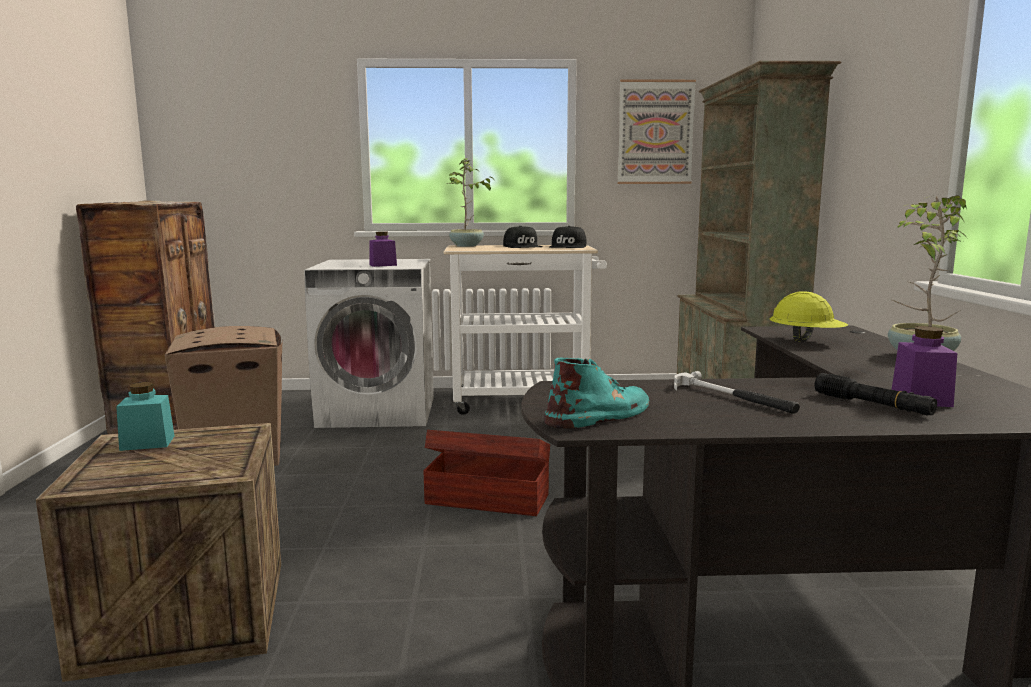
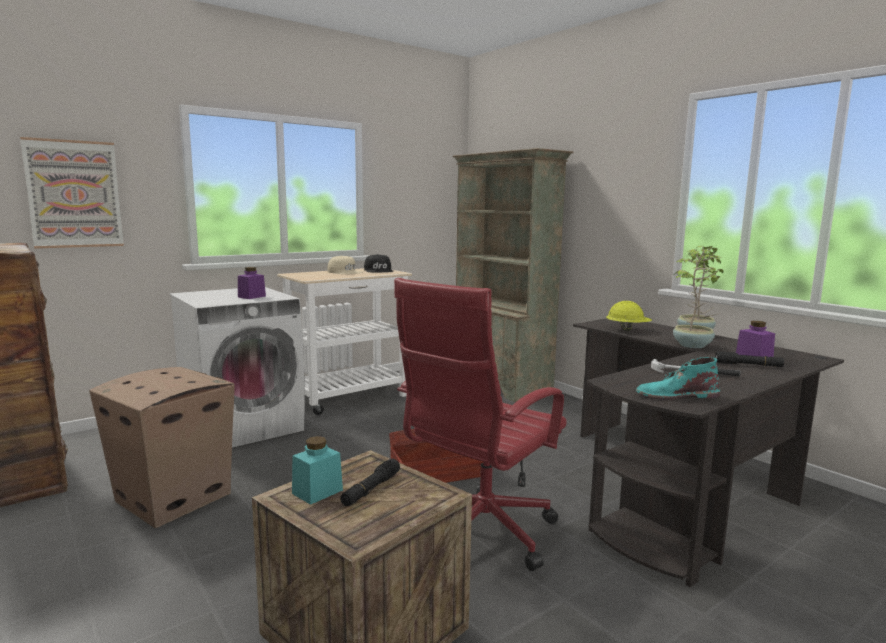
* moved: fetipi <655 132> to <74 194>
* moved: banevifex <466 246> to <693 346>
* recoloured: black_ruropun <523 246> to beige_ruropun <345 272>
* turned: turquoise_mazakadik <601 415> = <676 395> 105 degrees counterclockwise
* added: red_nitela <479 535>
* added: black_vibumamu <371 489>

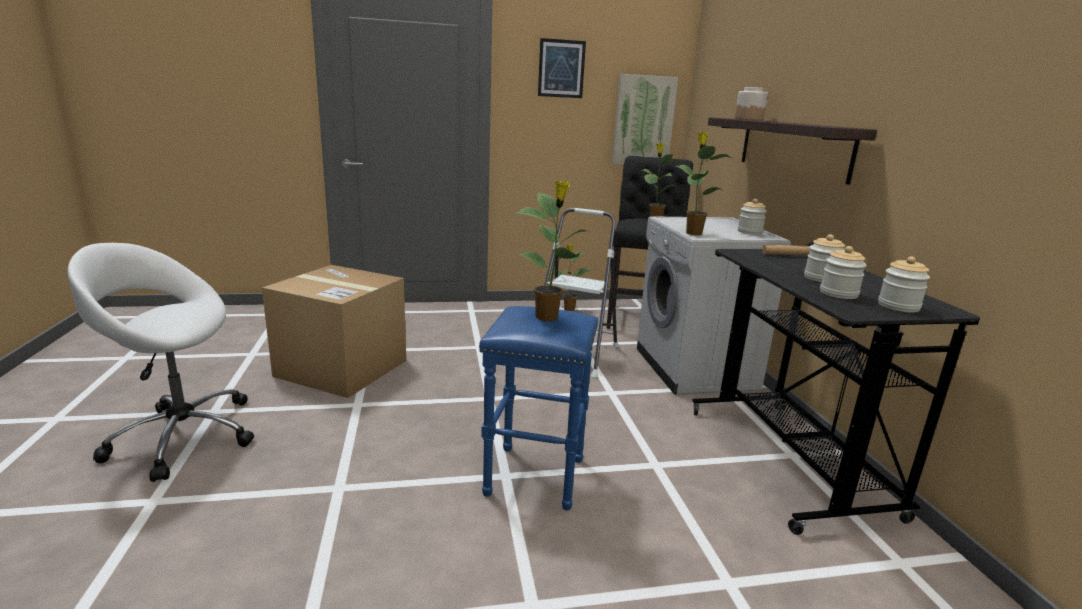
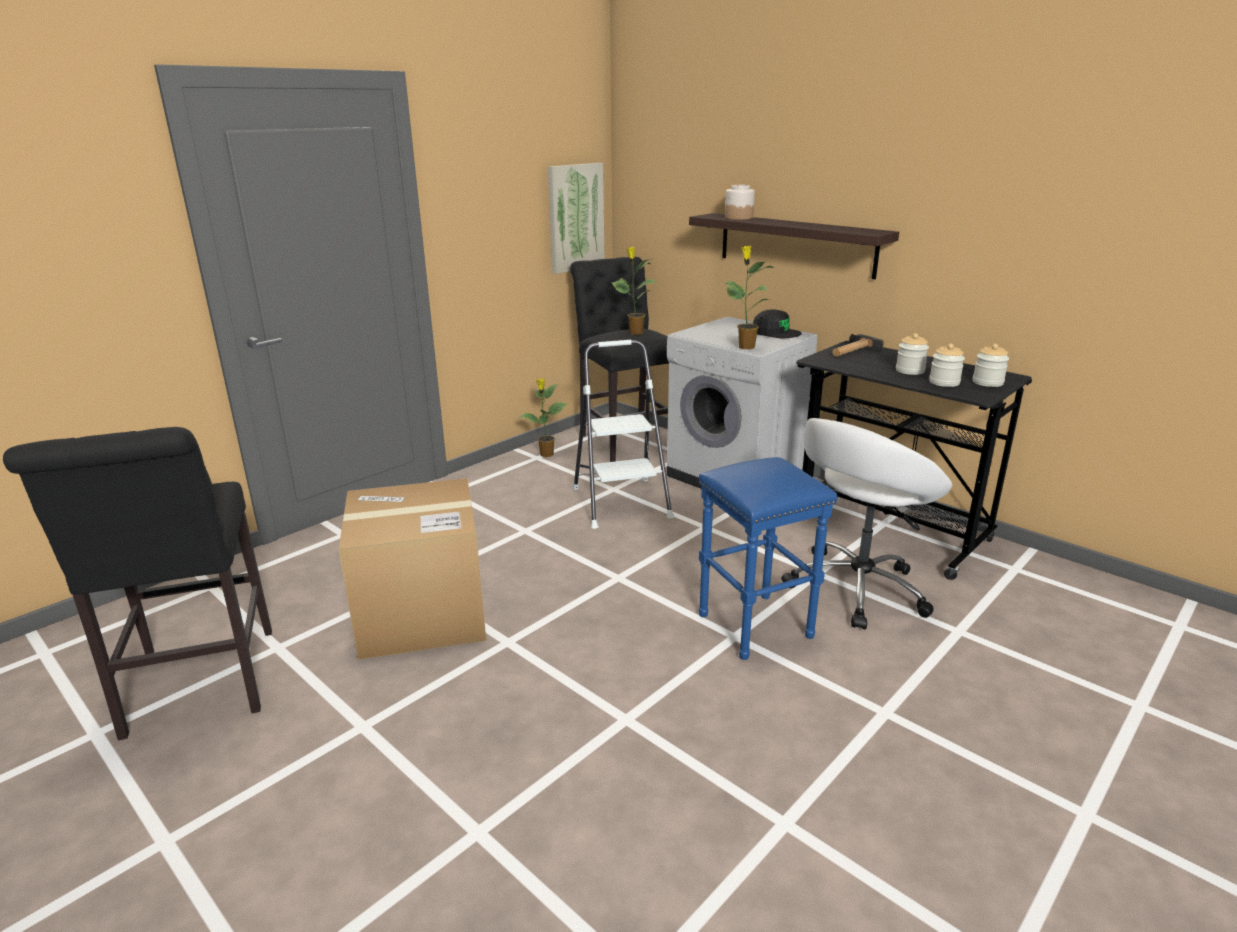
* removed: fetipi <561 68>
* removed: banevifex <548 317>
* replaced: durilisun <749 232> to black_ruropun <775 332>
* moved: white_nitela <181 437> to <855 590>
* added: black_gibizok <198 688>

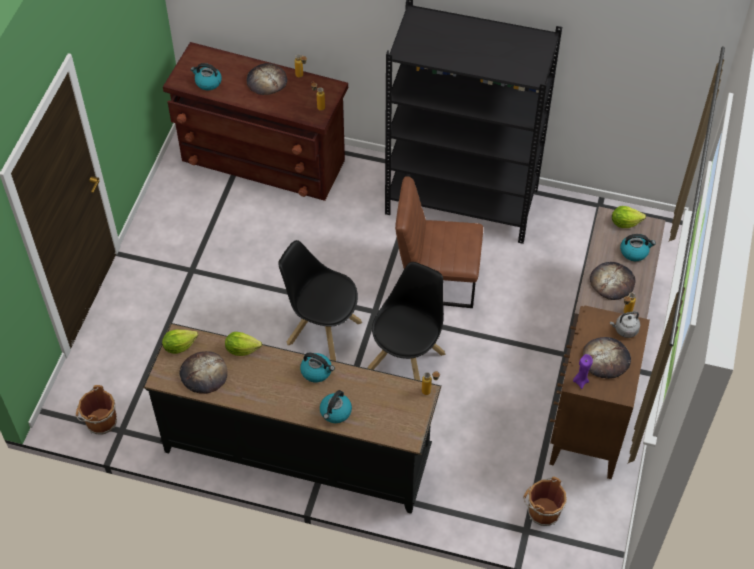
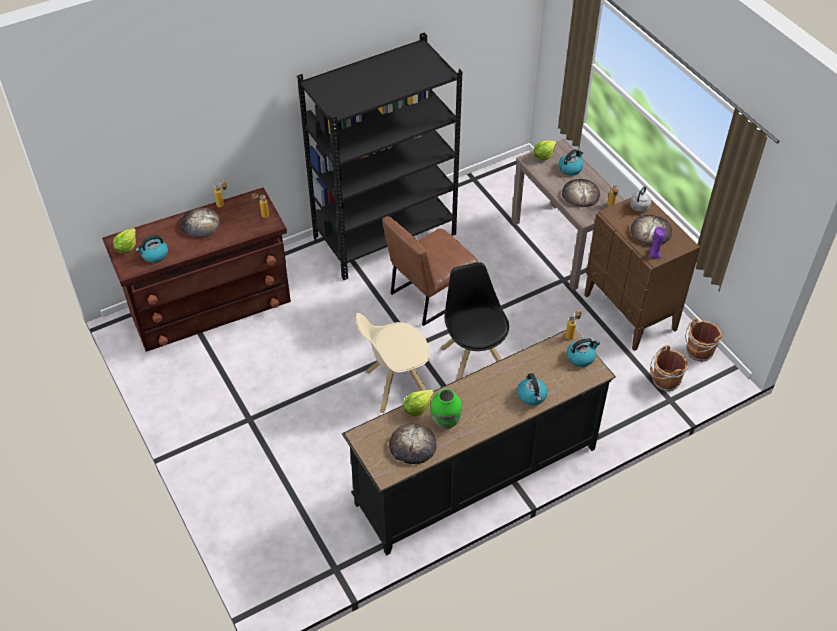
* recoloured: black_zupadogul <322 331> to beige_zupadogul <395 385>
* moved: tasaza <179 346> to <126 247>
* moved: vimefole <317 371> to <581 357>
* moved: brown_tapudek <100 422> to <698 352>
* added: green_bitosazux <445 421>

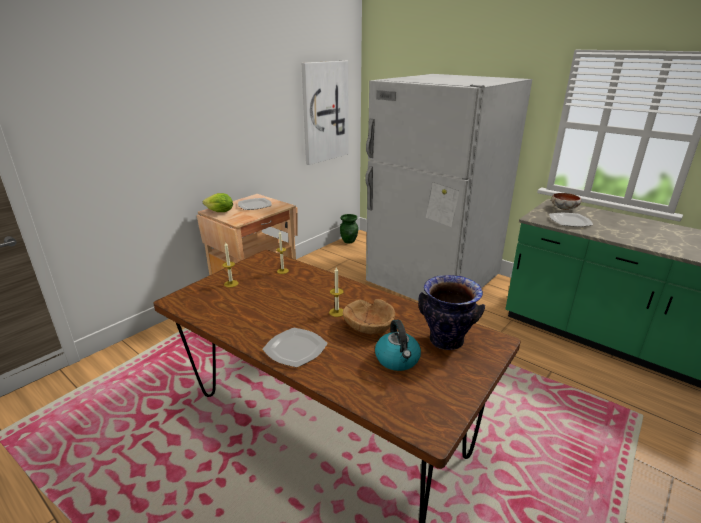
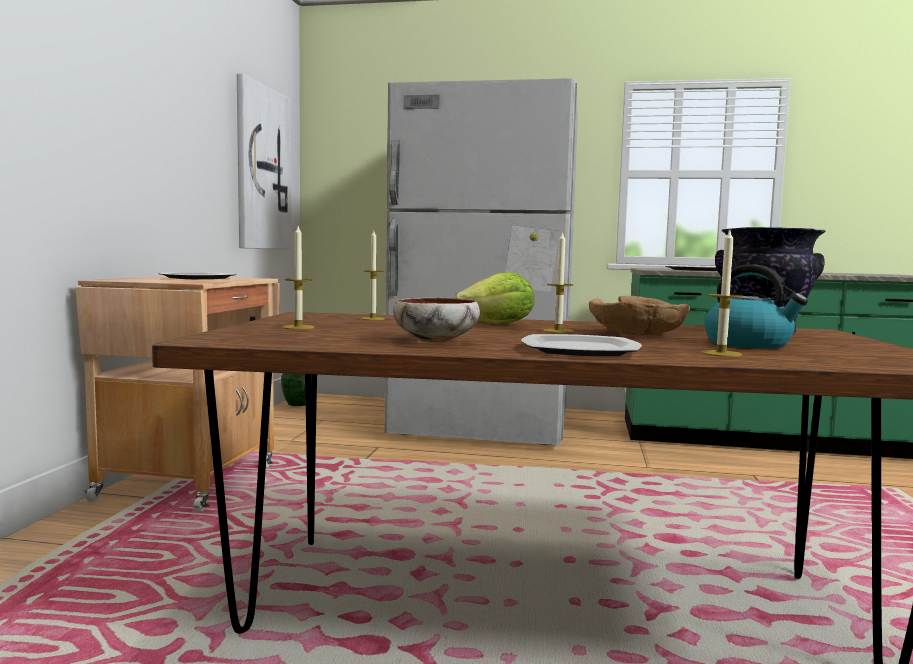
* moved: tasaza <220 212> to <498 324>
* moved: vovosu <564 208> to <437 341>
* added: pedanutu <721 353>

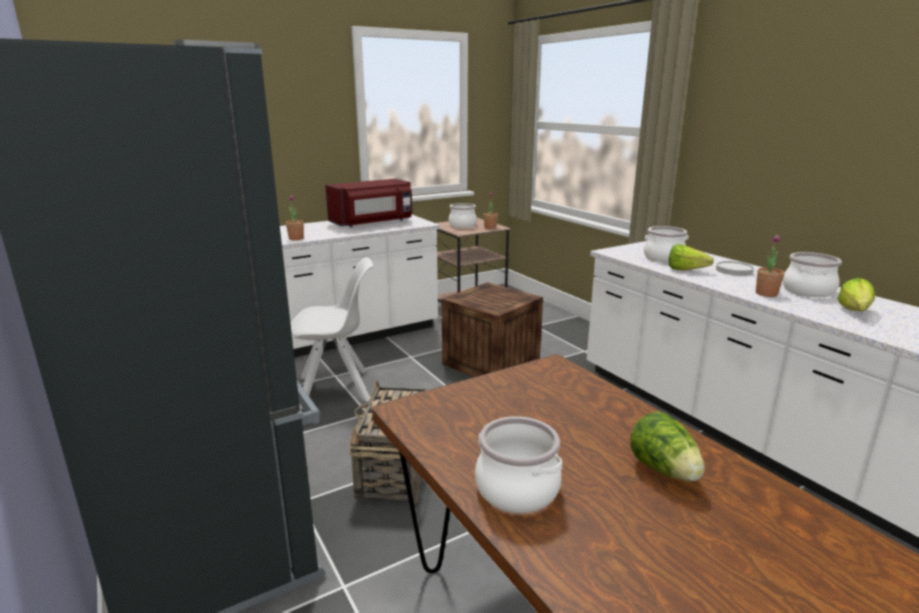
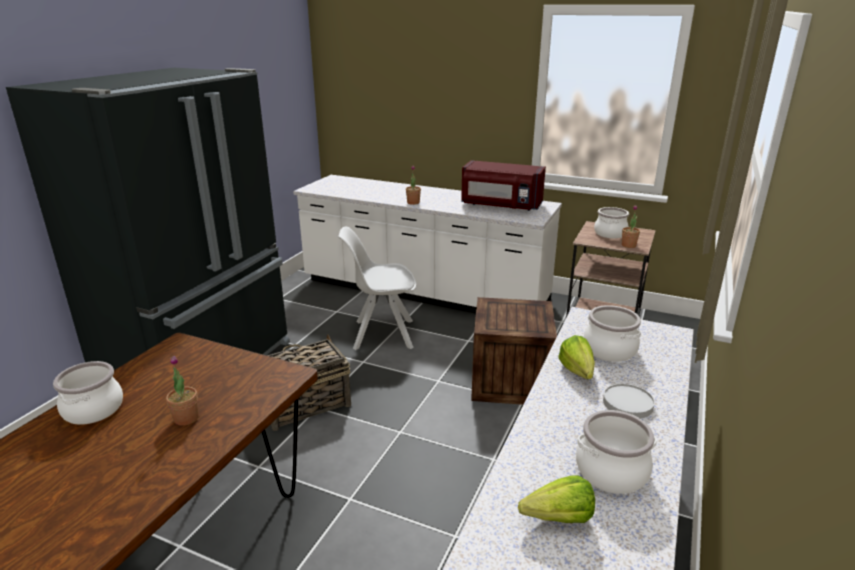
* moved: banevifex <766 294> to <186 418>
* turned: white_zupadogul <336 388> = <382 334> 135 degrees clockwise
* removed: tasaza <664 470>

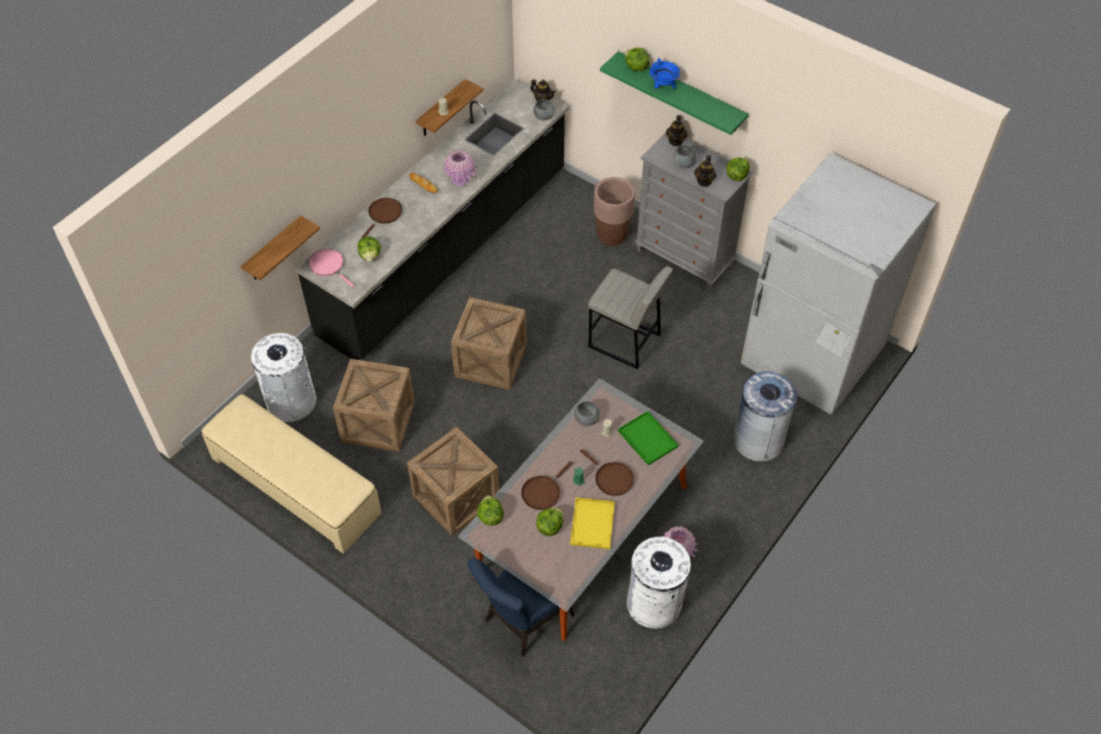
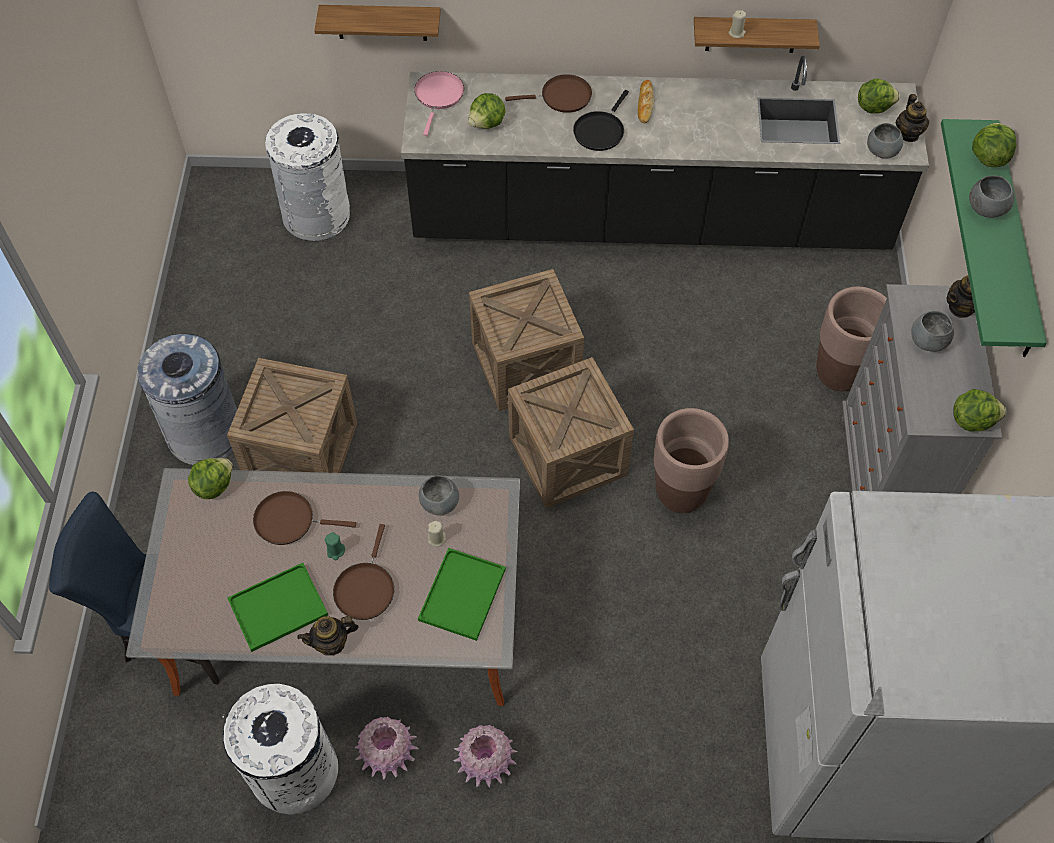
* replaced: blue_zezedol <663 86> to grey_vovosu <985 208>
* moved: pink_bitosazux <460 180> to <486 763>
* moved: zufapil <704 181> to <331 643>
* replaced: grey_zupadogul <626 341> to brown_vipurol <680 493>
* moved: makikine <378 422> to <567 455>
* moved: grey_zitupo <758 440> to <205 433>
* removed: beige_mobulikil <294 485>
* recoloured: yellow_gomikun <593 525> to green_gomikun <276 609>
* moved: tasaza <549 527> to <873 107>
* added: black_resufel <600 131>

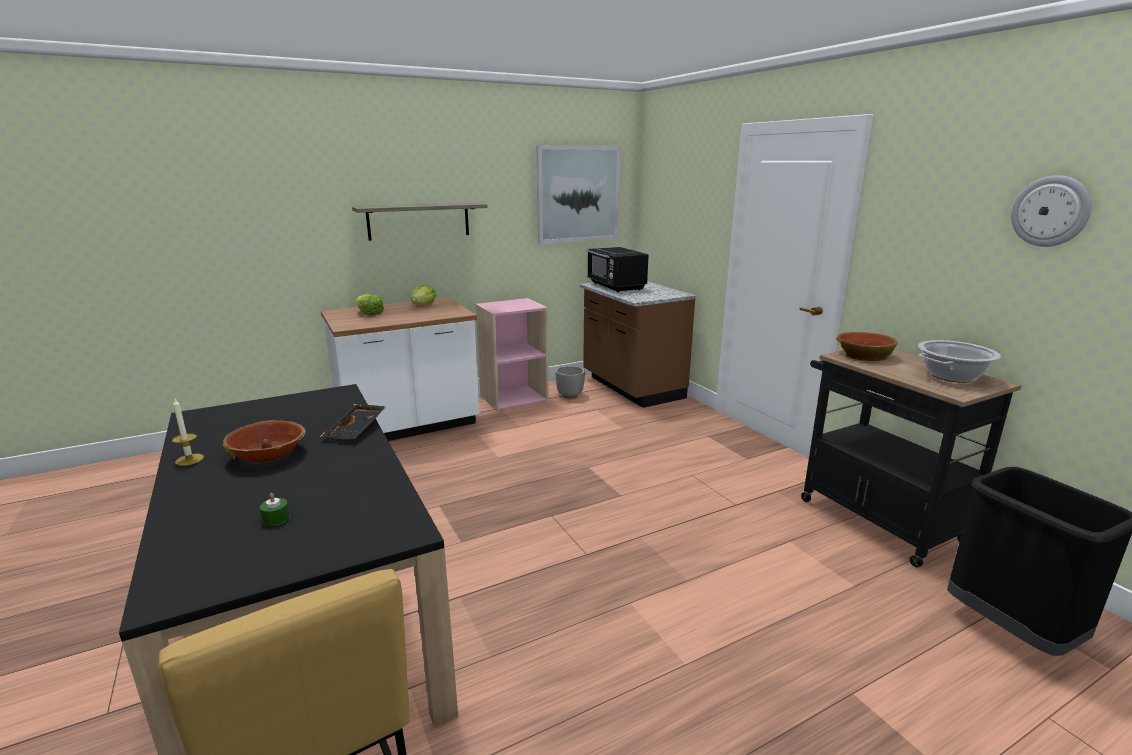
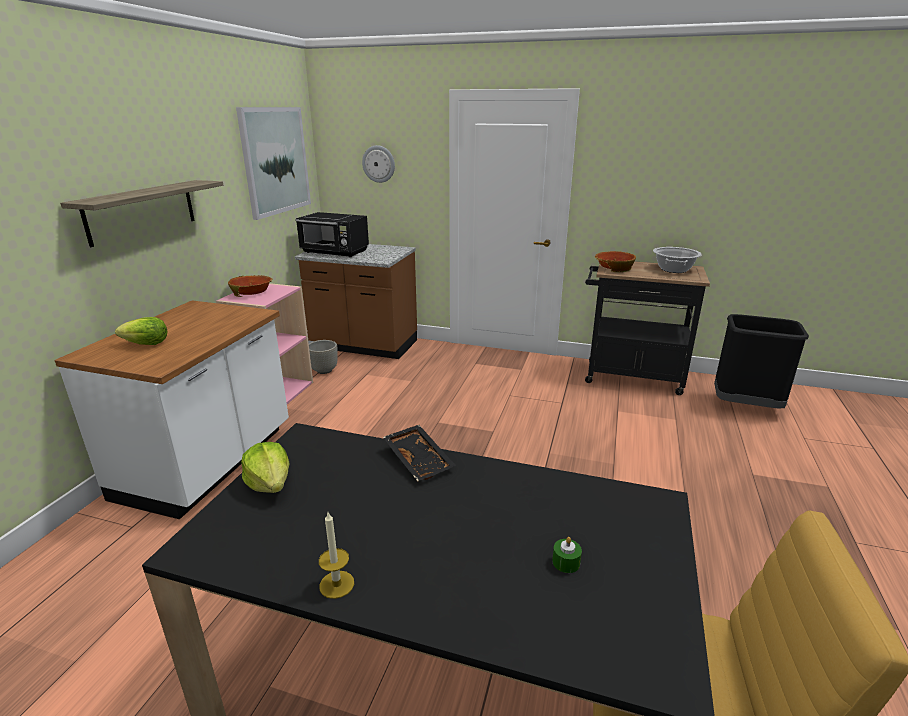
* moved: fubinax <1050 211> to <379 164>
* moved: tasaza <423 305> to <270 483>
* moved: vovosu <268 455> to <252 292>

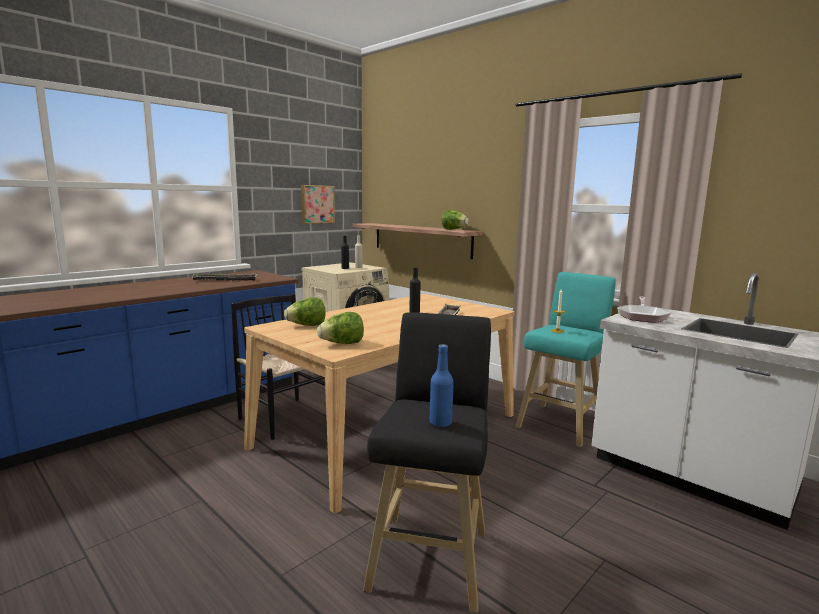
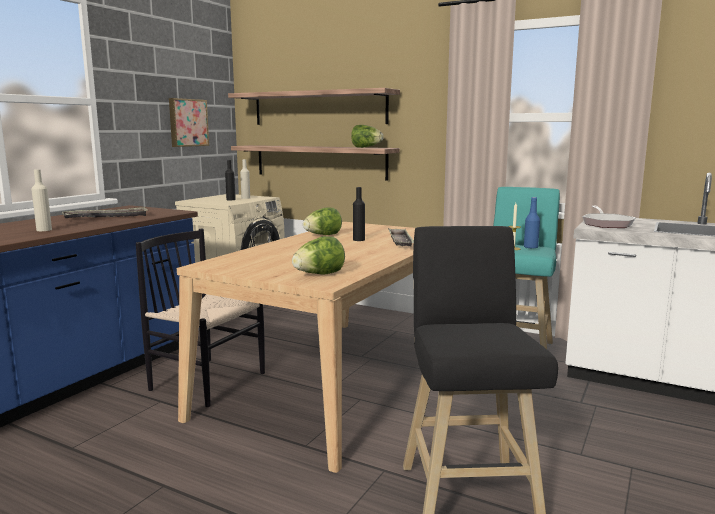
* moved: tasaza <307 325> to <323 235>
* moved: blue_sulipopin <440 423> to <530 247>
* added: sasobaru <318 108>
* added: beige_sulipopin <44 230>

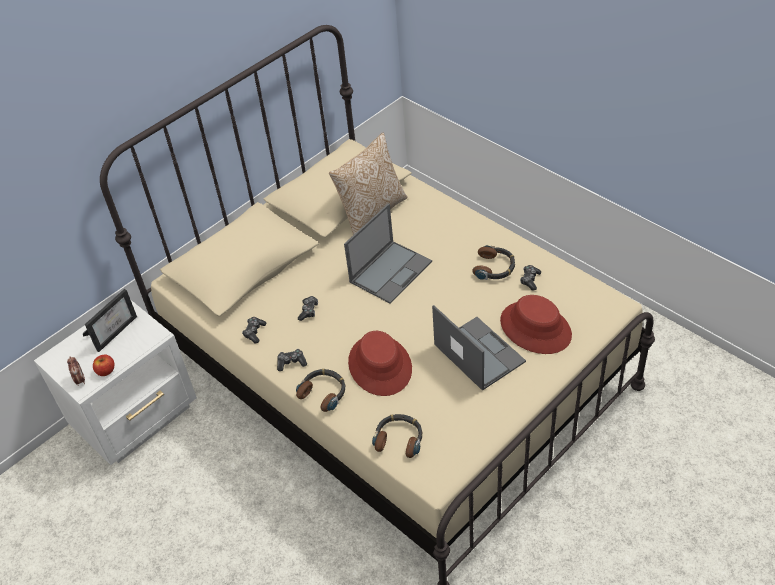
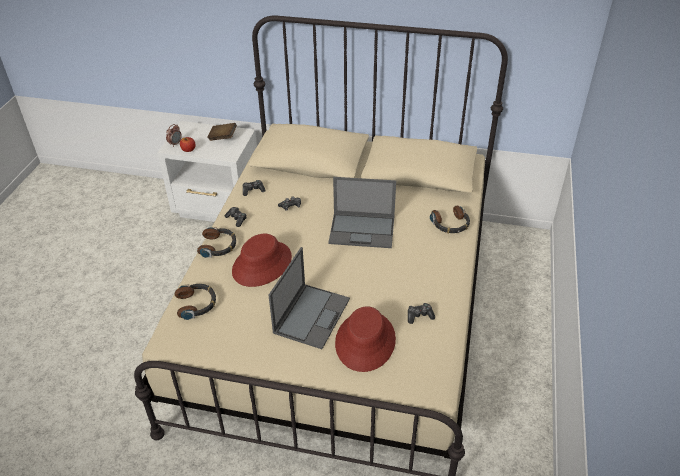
* removed: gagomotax <371 213>
* moved: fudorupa <494 268> to <450 224>
* replaced: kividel <114 330> to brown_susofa <223 137>

